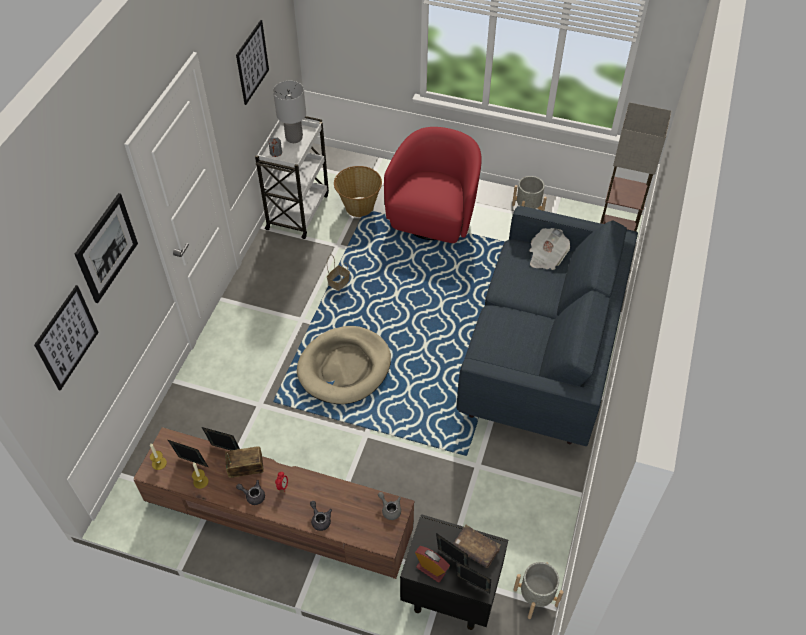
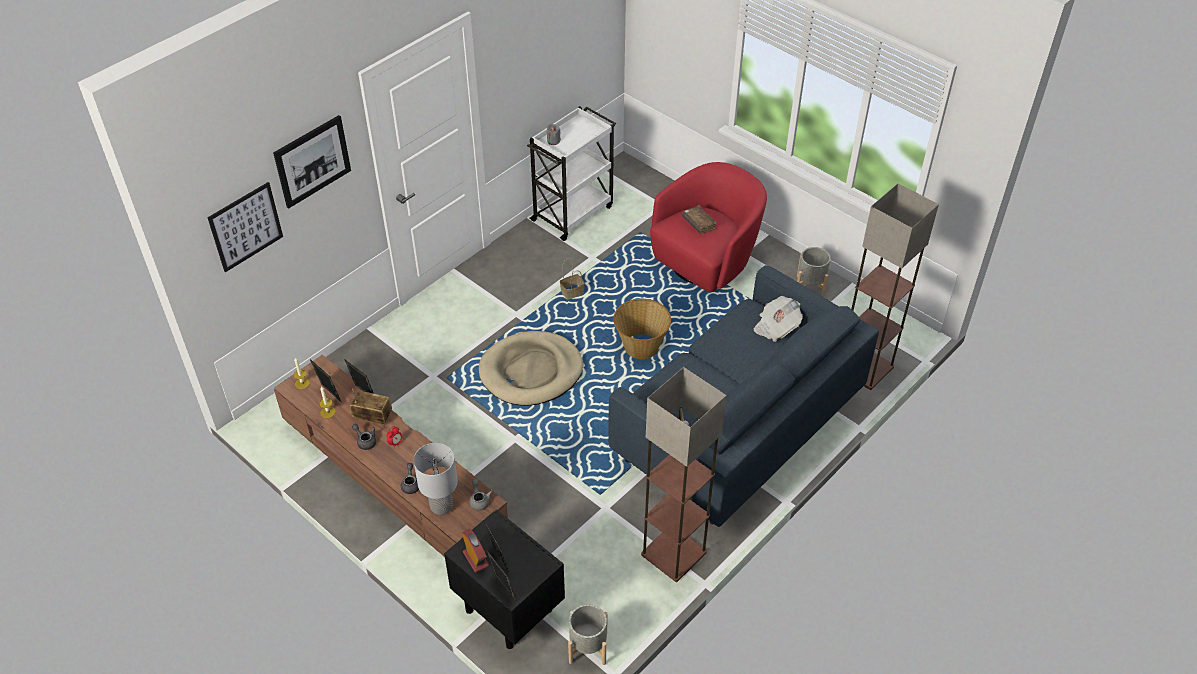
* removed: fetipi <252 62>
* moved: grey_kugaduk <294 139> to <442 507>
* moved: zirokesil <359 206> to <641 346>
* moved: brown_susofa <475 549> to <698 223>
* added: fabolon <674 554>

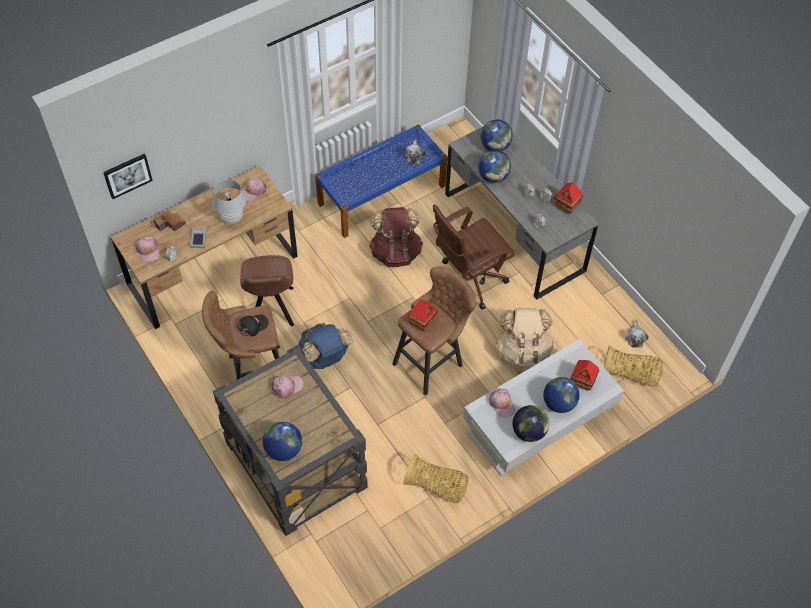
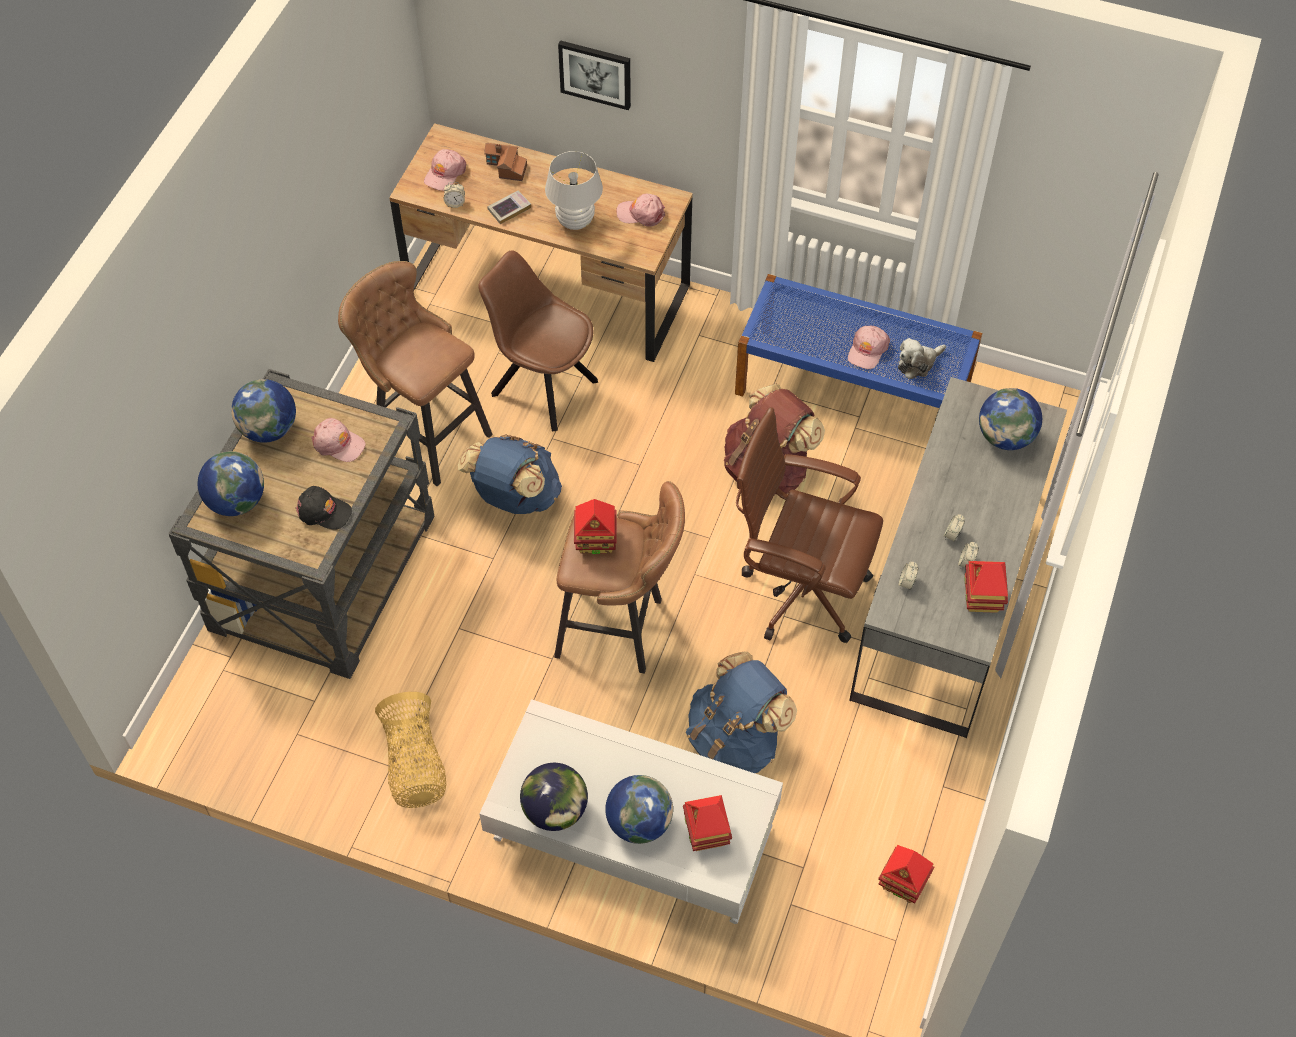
* moved: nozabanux <493 176> to <269 429>
* moved: fetipi <127 175> to <595 73>
* turned: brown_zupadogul <271 308> = <543 388> 75 degrees clockwise
* recoloured: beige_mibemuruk <523 352> to blue_mibemuruk <735 739>
* moved: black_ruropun <253 326> to <323 511>
* replaced: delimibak <635 337> to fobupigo <903 884>
* removed: zirokesil <630 374>
* moved: pink_ruropun <502 404> to <867 350>

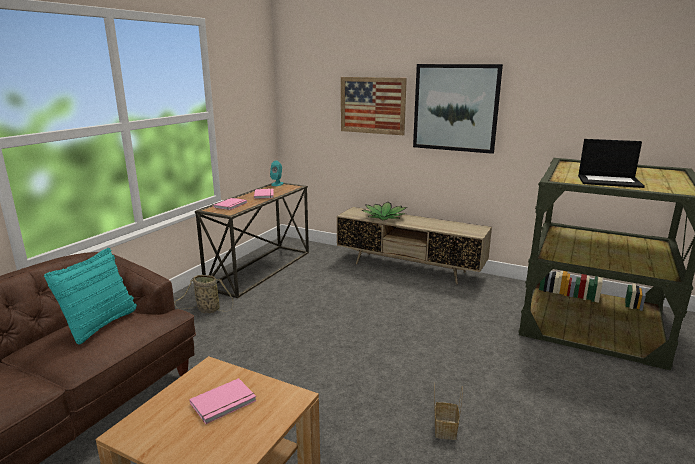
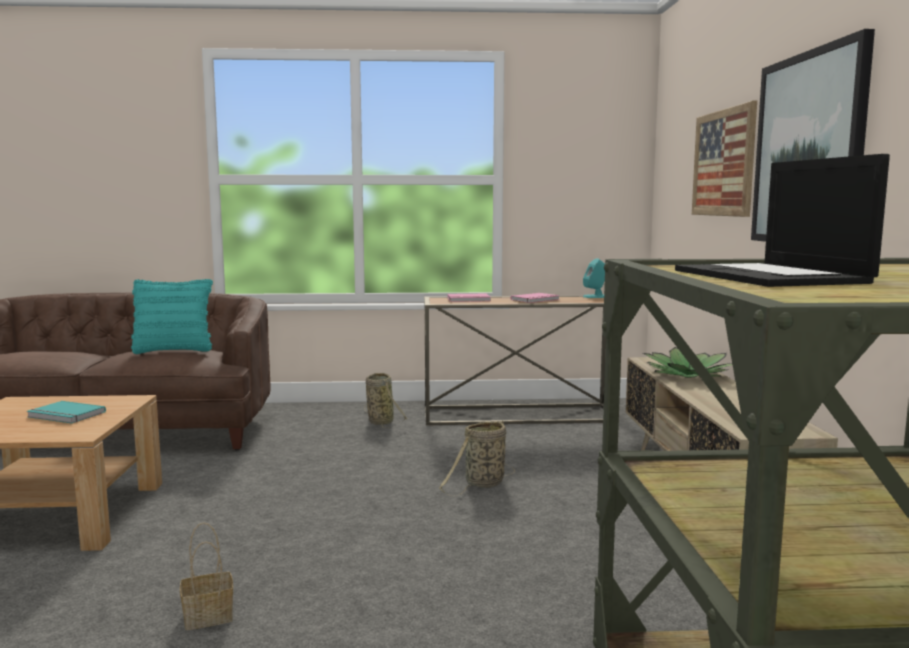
* recoloured: pink_susofa <224 403> to turquoise_susofa <65 415>
* added: zirokesil <482 484>

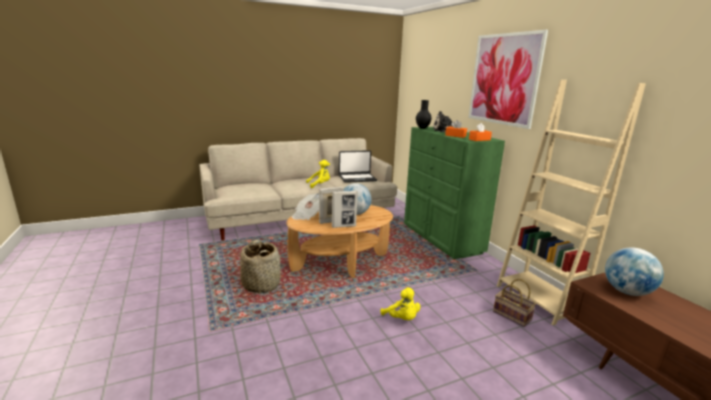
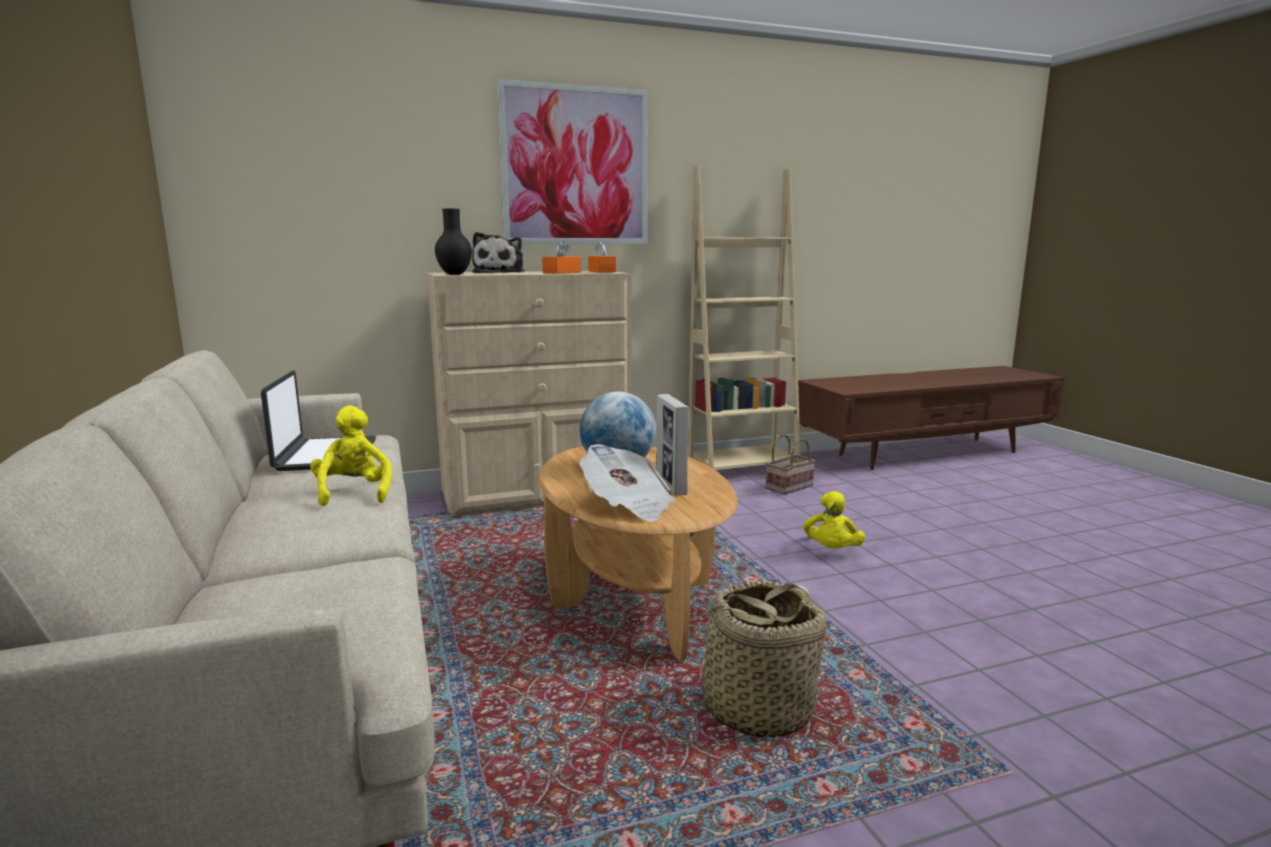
* recoloured: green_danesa <441 239> to beige_danesa <537 495>
* removed: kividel <344 226>
* removed: nozabanux <626 292>
* turned: yellow_delimibak <402 319> = <831 551> 135 degrees clockwise

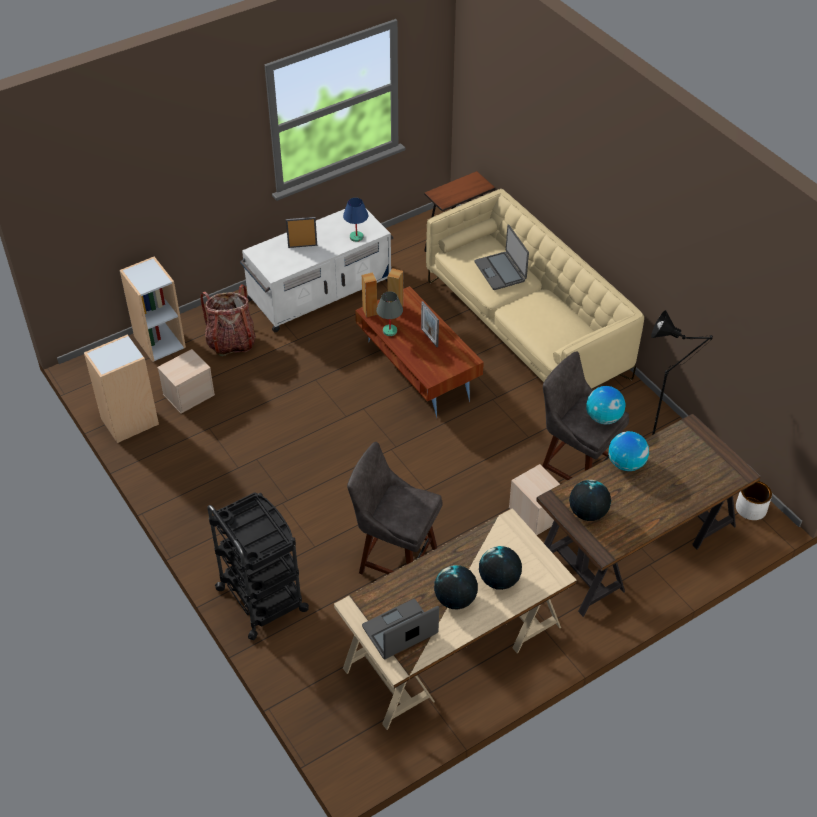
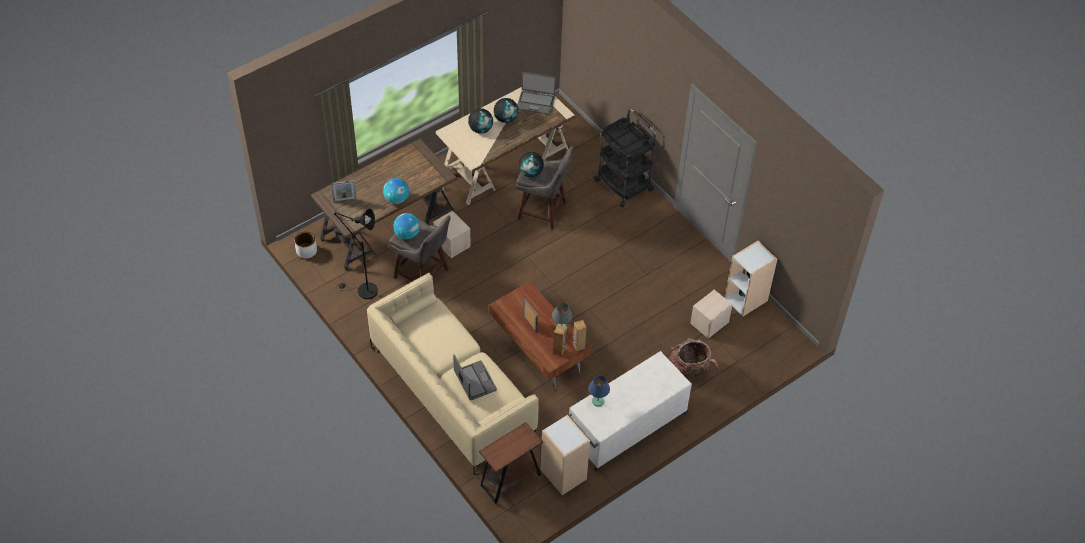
* moved: kividel <302 246> to <344 200>
* moved: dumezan <159 341> to <563 475>
* moved: nozabanux <587 513> to <531 172>
* turned: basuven <400 631> = <535 102> 45 degrees clockwise

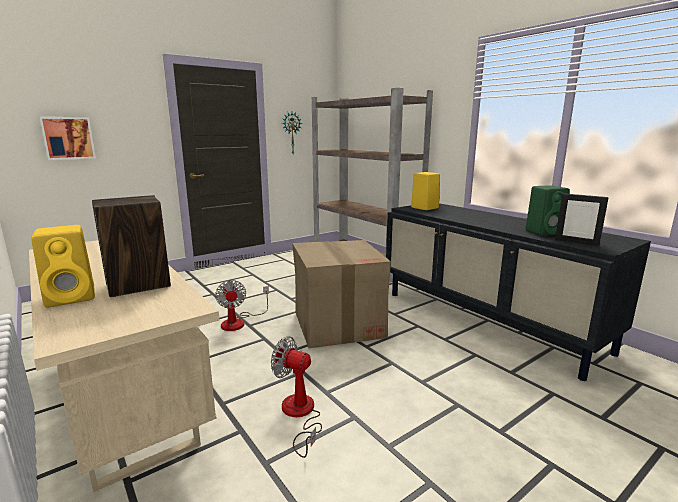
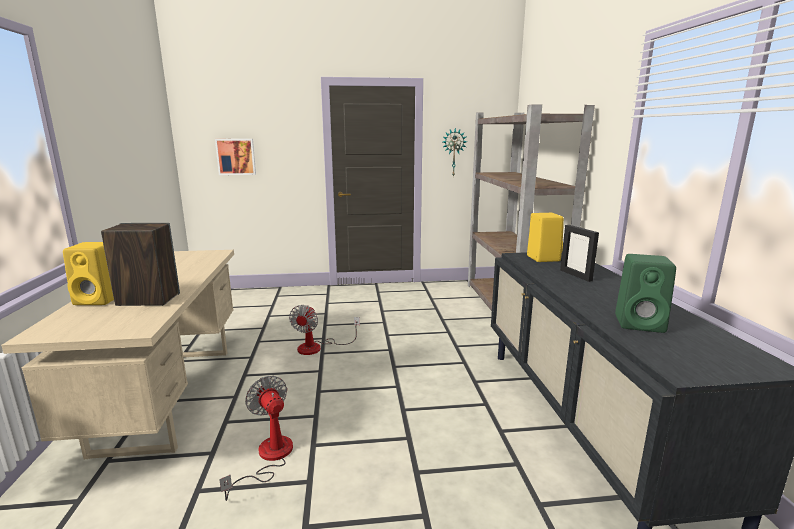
* moved: kividel <576 242> to <576 275>
* removed: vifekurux <338 324>

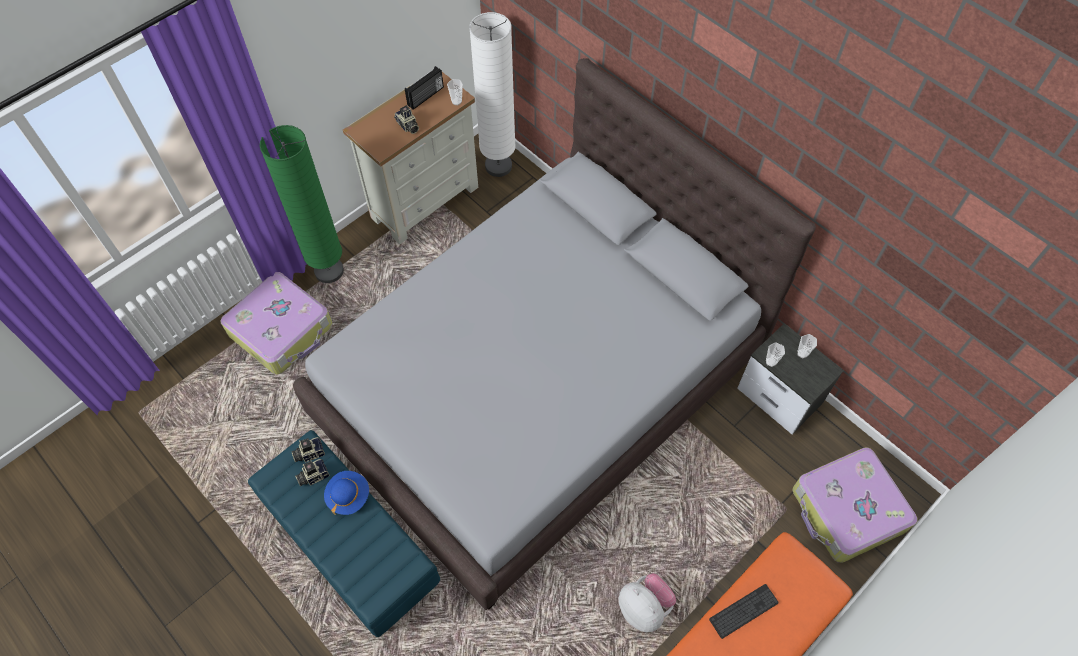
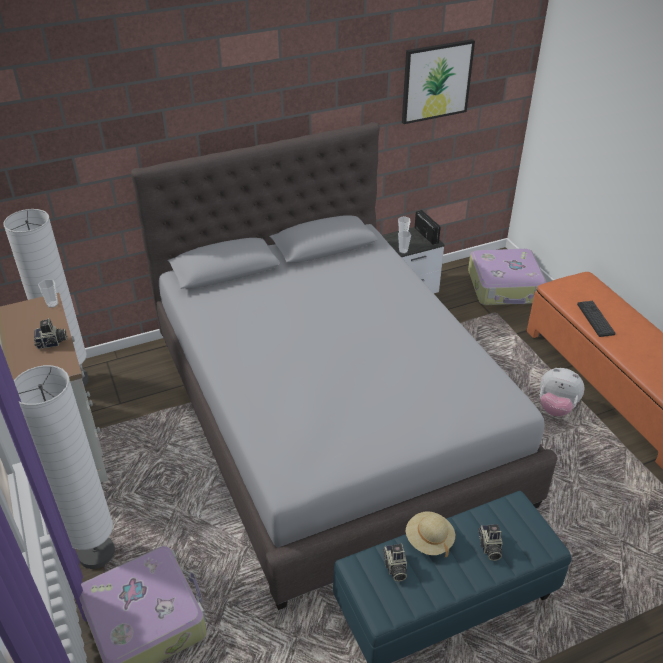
* moved: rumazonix <426 97> to <427 235>
* recoloured: green_fabolon <329 271> to white_fabolon <96 553>
* moved: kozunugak <309 453> to <489 547>
* recoloured: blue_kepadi <348 496> to beige_kepadi <429 540>
* turned: delimibak <644 608> = <556 407> 135 degrees counterclockwise
* added: fetipi <436 81>

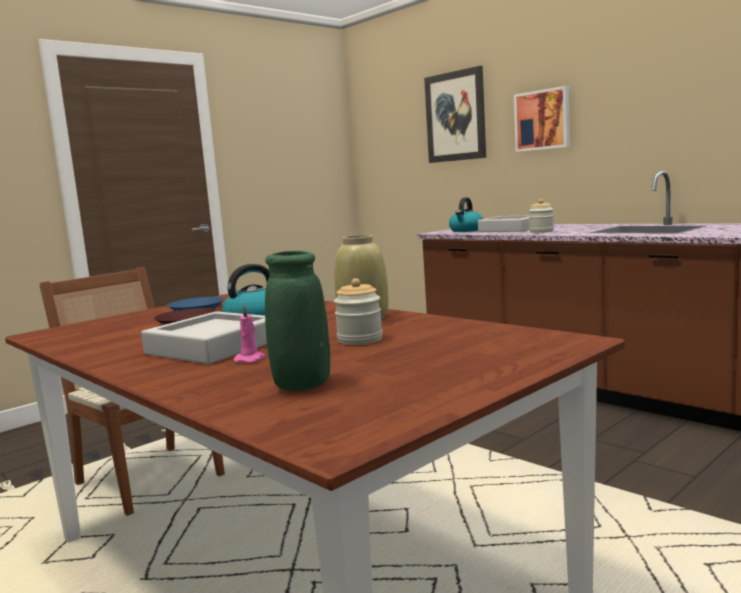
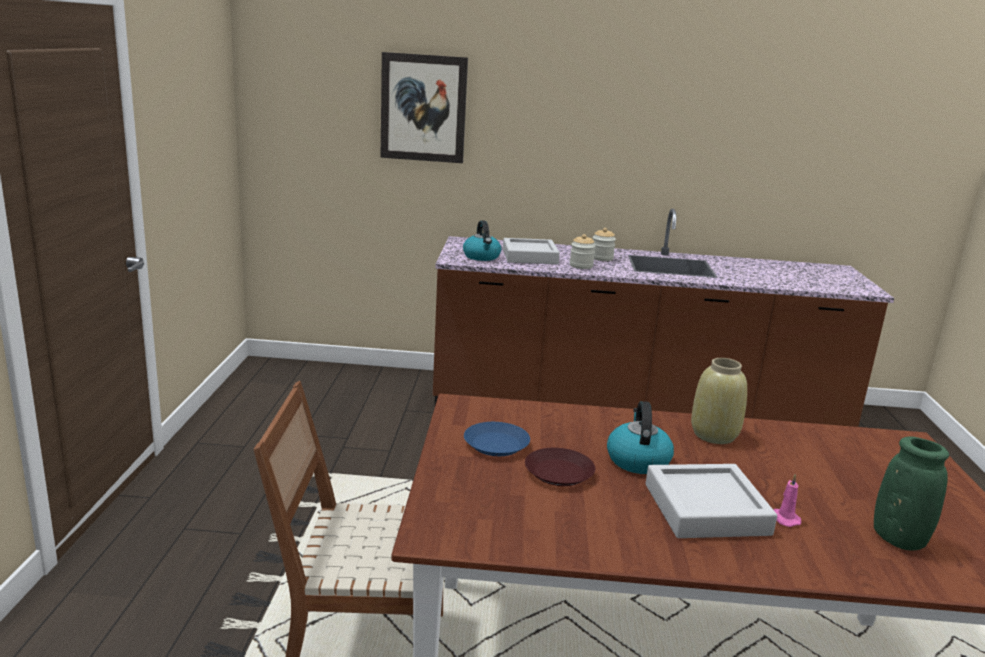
* removed: fetipi <543 120>
* moved: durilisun <360 340> to <601 258>

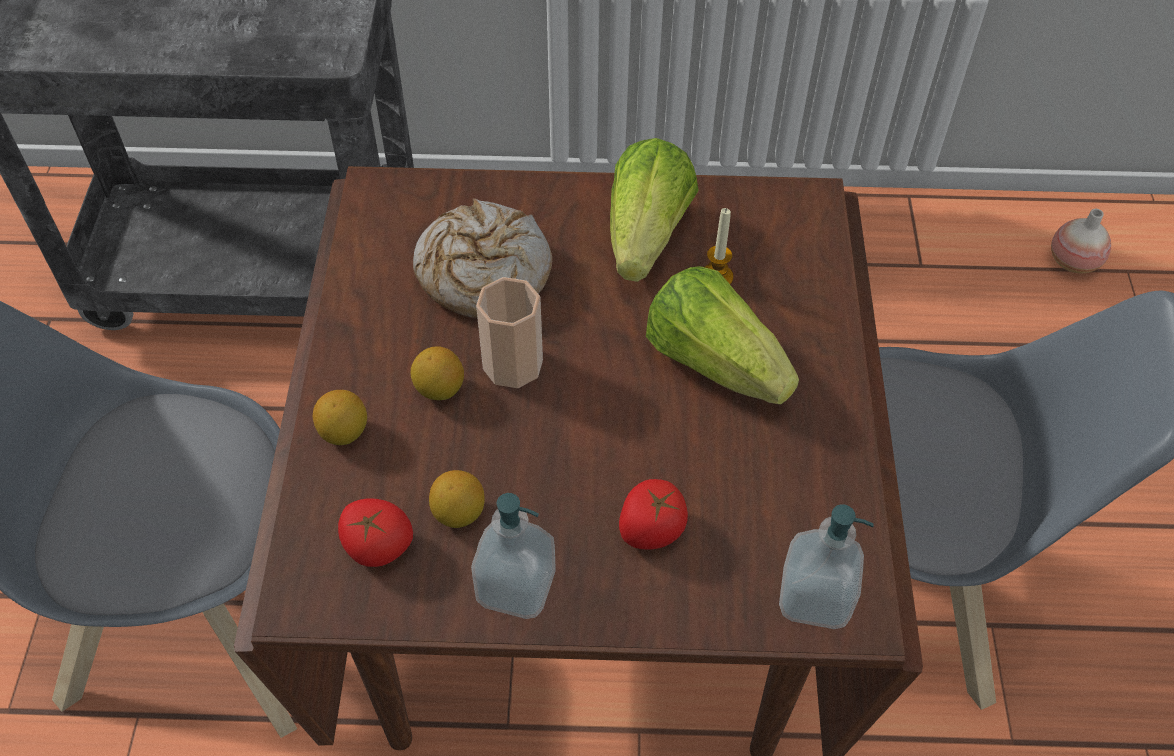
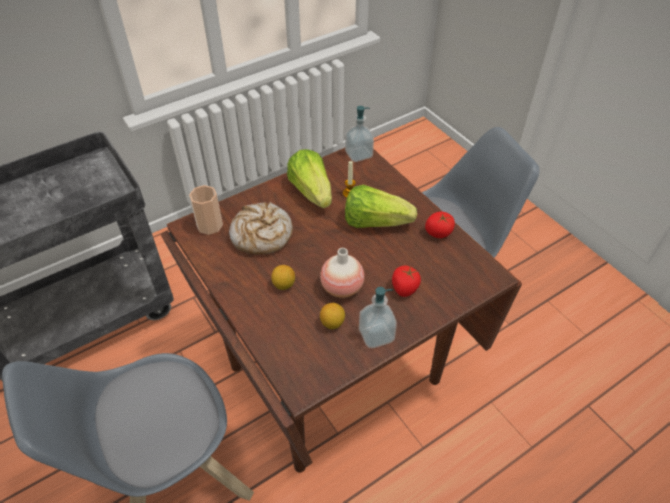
* moved: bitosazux <1073 262> to <342 287>
* moved: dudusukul <513 364> to <209 225>
* removed: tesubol <344 432>
* moved: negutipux <377 546> to <438 233>
* moved: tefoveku <814 597> to <358 154>

